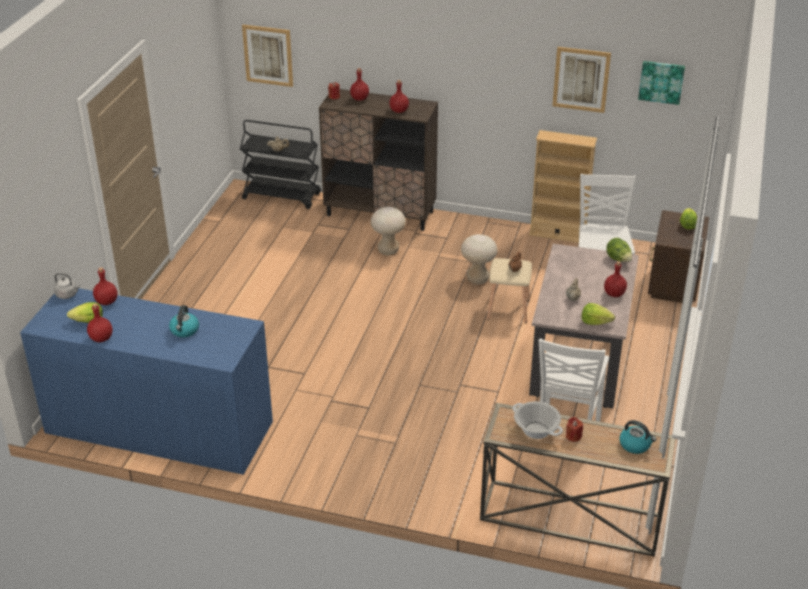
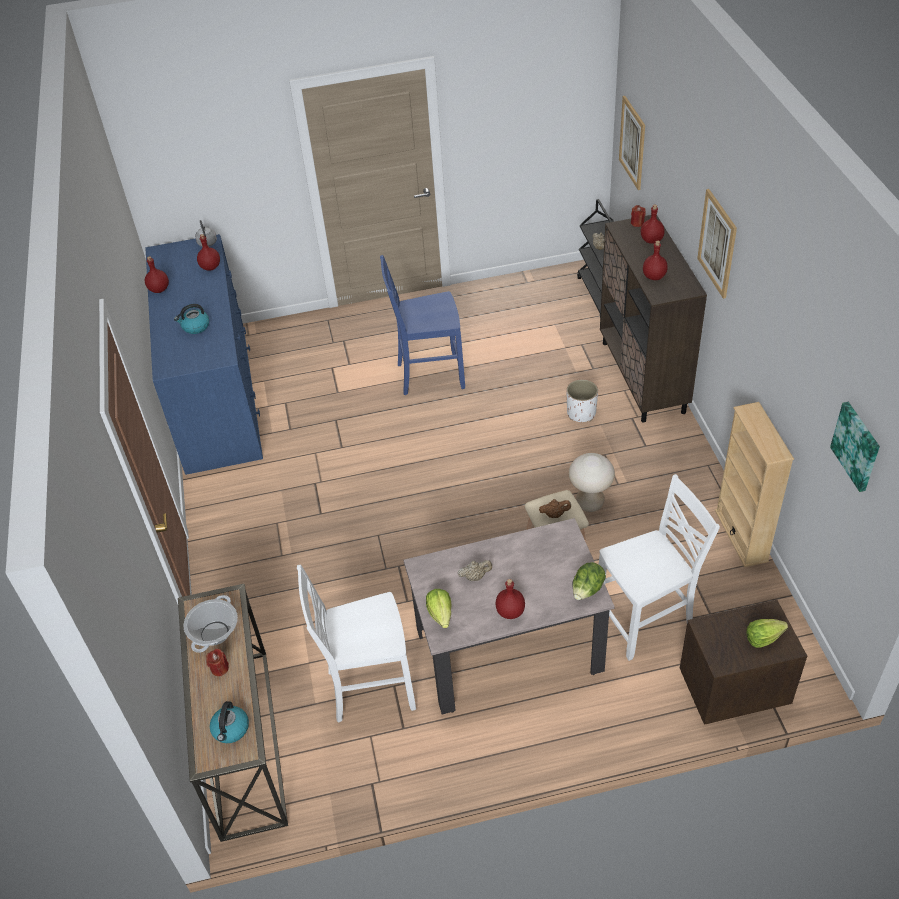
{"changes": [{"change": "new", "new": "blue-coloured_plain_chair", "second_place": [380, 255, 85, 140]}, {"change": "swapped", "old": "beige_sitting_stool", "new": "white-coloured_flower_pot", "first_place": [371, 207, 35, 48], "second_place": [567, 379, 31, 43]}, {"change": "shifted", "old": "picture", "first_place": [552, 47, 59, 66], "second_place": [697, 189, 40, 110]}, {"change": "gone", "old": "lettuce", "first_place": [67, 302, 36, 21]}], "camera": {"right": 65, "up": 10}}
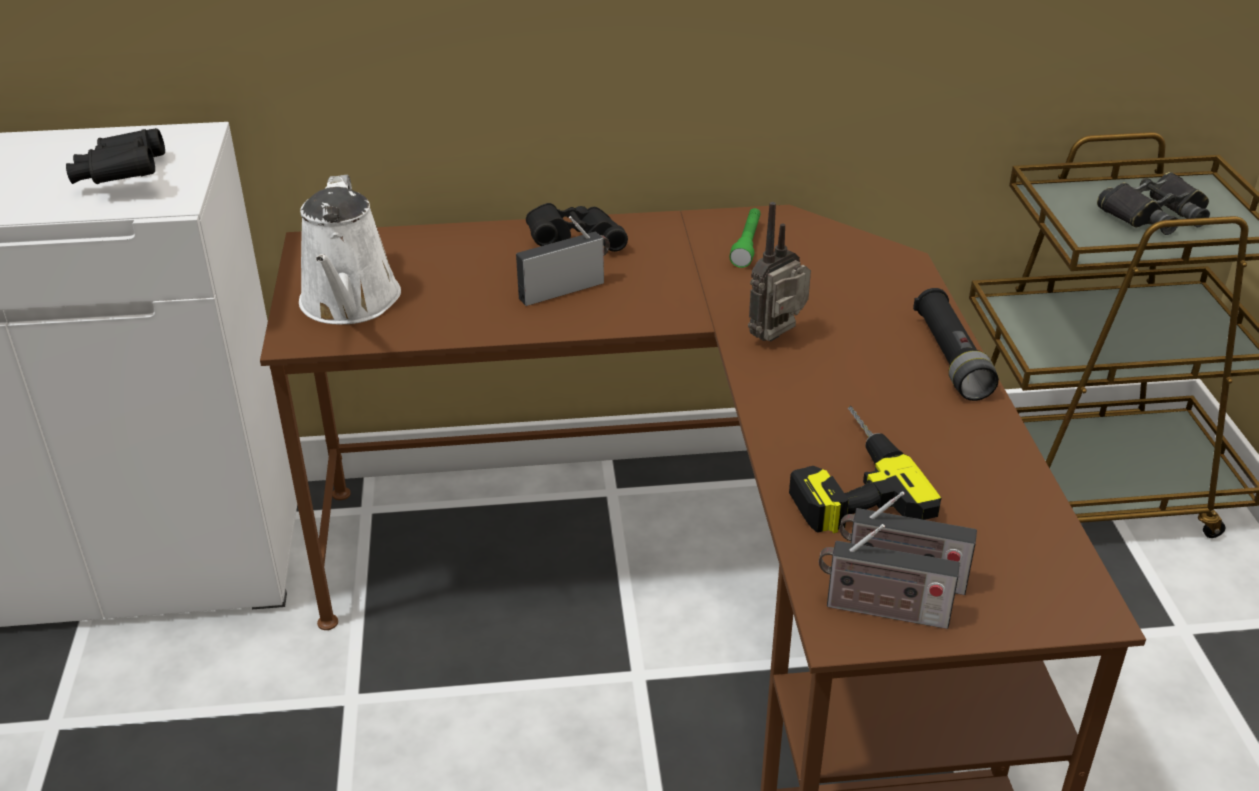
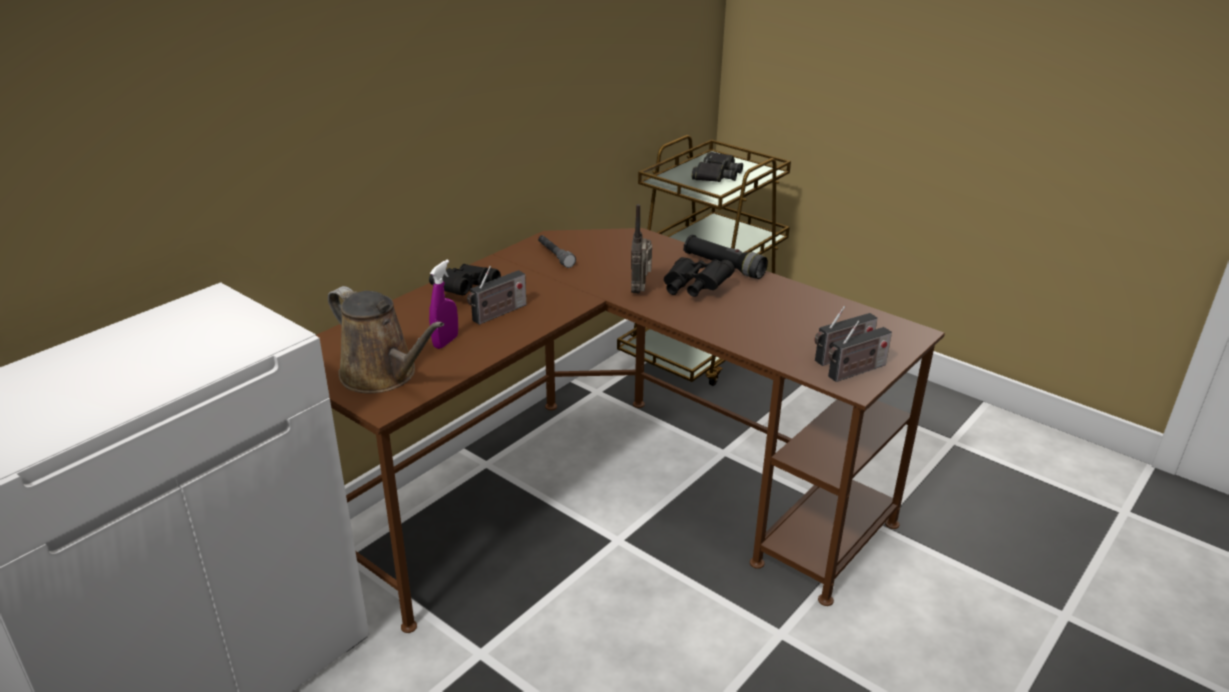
{"changes": [{"change": "repainted", "old": "white-coloured_watering_can", "new": "brown-coloured_watering_can", "first_place": [299, 174, 102, 150], "second_place": [328, 286, 116, 107]}, {"change": "new", "new": "purple_hand_sprayer", "second_place": [429, 260, 29, 89]}, {"change": "rotated", "old": "radio_receiver", "first_place": [516, 216, 94, 90], "second_place": [467, 266, 60, 59], "degrees": -150}, {"change": "repainted", "old": "green_hand_torch", "new": "grey_hand_torch", "first_place": [729, 208, 32, 60], "second_place": [538, 235, 38, 33]}, {"change": "shifted", "old": "blackish_binoculars", "first_place": [66, 128, 99, 56], "second_place": [664, 257, 71, 40]}, {"change": "gone", "old": "drill", "first_place": [789, 406, 152, 128]}], "camera": {"right": -45, "up": -5}}
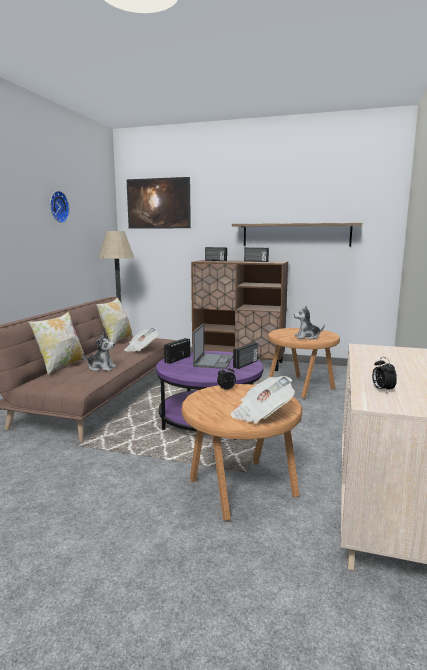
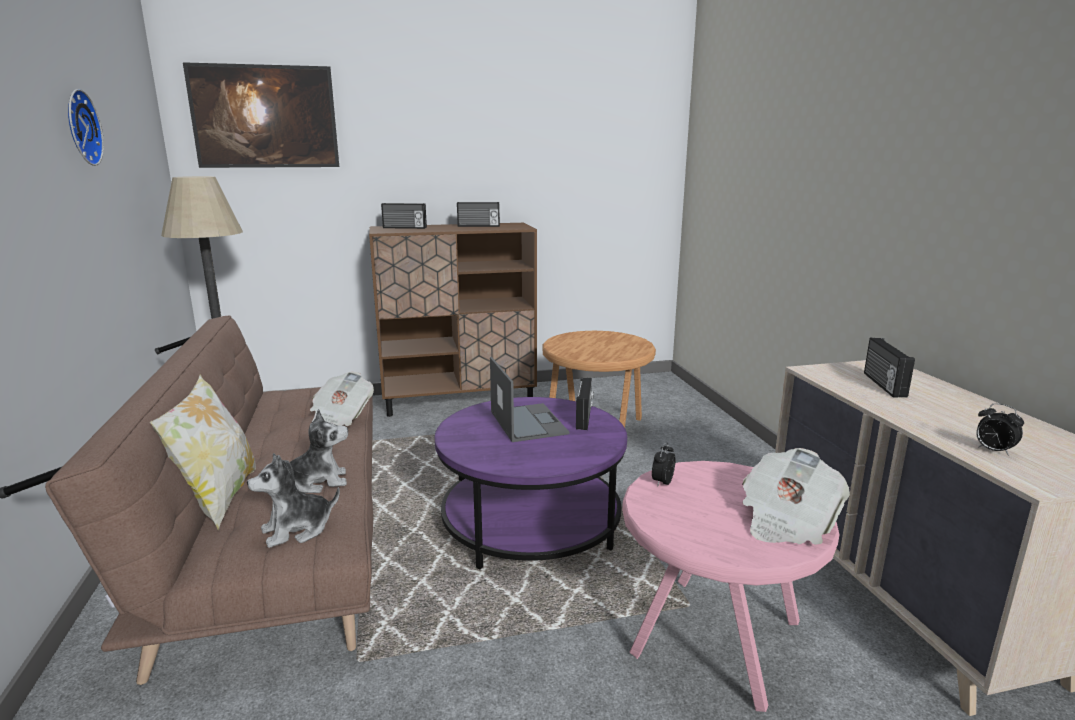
{"changes": [{"change": "shifted", "old": "cuddly_toy", "first_place": [294, 306, 31, 34], "second_place": [247, 453, 93, 95]}, {"change": "repainted", "old": "brown-coloured_side_table", "new": "pink_side_table", "first_place": [182, 384, 120, 137], "second_place": [622, 461, 218, 251]}, {"change": "shifted", "old": "radio_receiver", "first_place": [164, 338, 26, 26], "second_place": [864, 338, 51, 60]}, {"change": "gone", "old": "cushion", "first_place": [96, 297, 37, 46]}, {"change": "gone", "old": "shelf", "first_place": [232, 223, 130, 24]}], "camera": {"right": -30, "up": 5}}
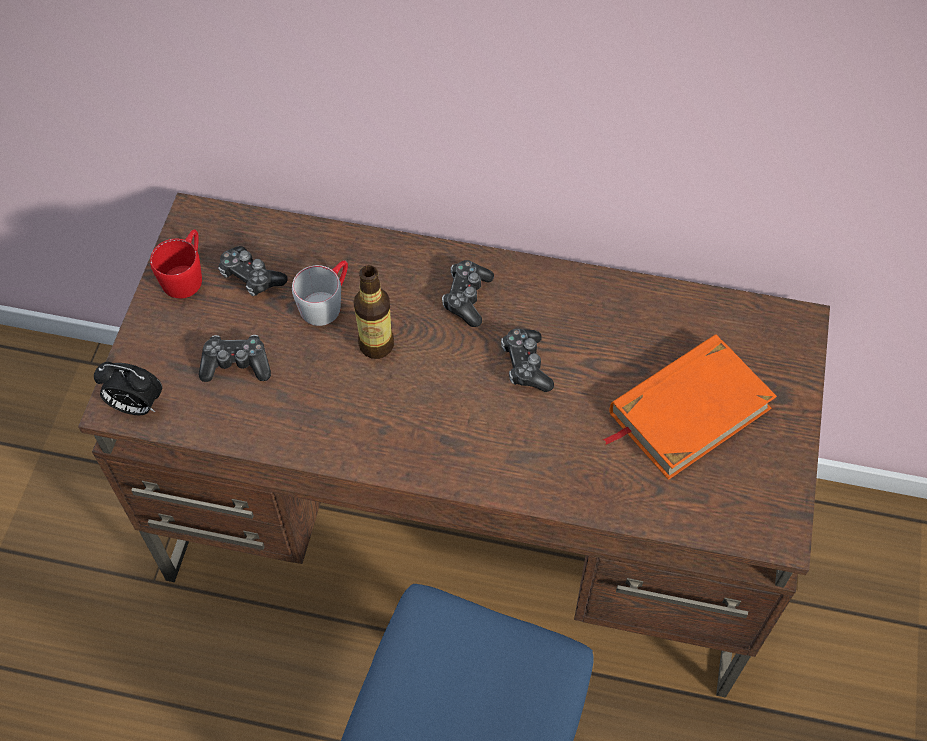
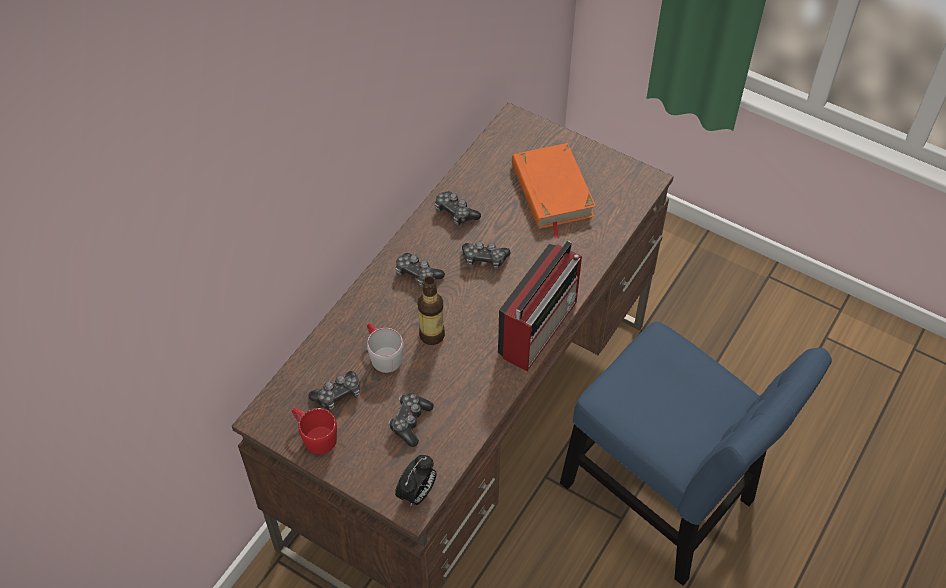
{"changes": [{"change": "new", "new": "joypad", "second_place": [435, 191, 46, 34]}, {"change": "new", "new": "radio_receiver", "second_place": [498, 240, 84, 131]}], "camera": {"right": -70, "up": -5}}
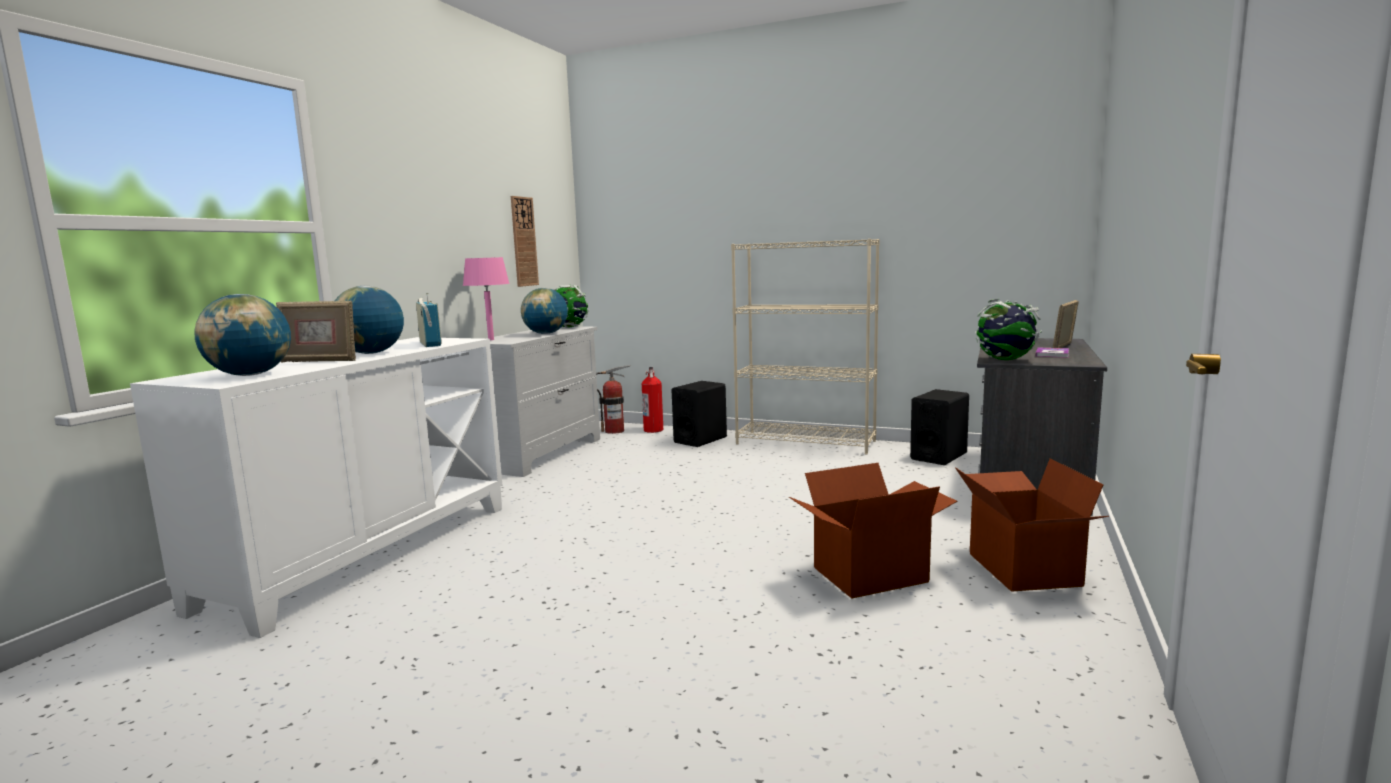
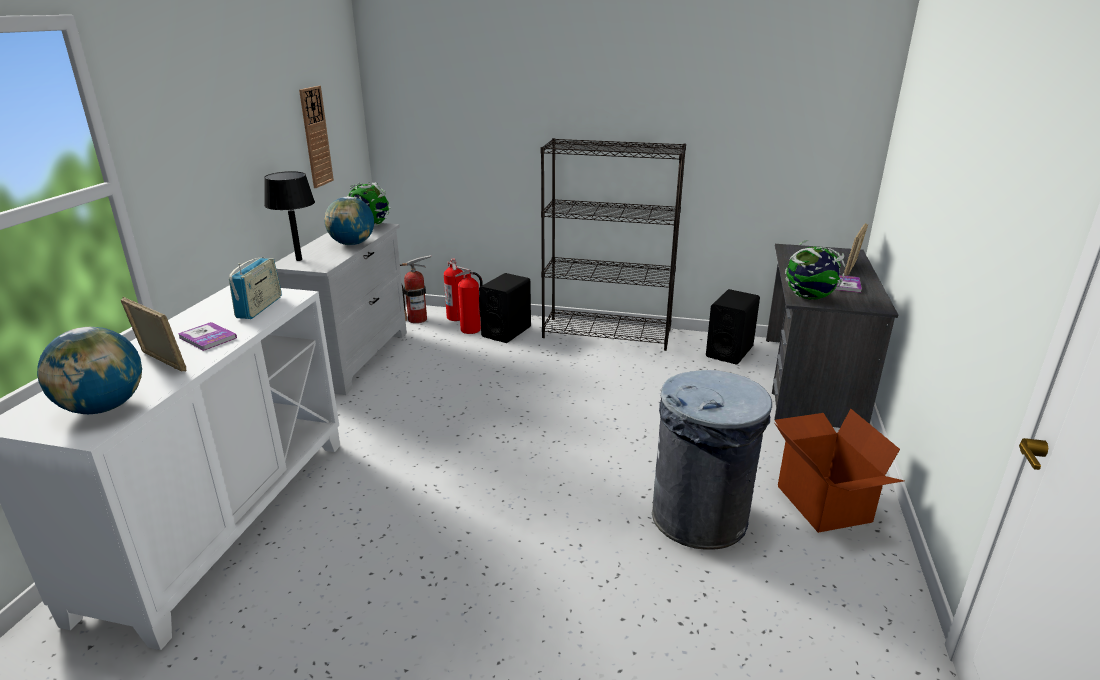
{"changes": [{"change": "rotated", "old": "picture_frame", "first_place": [276, 301, 80, 62], "second_place": [121, 297, 65, 75], "degrees": -135}, {"change": "swapped", "old": "world_globe", "new": "book", "first_place": [335, 286, 69, 68], "second_place": [178, 322, 59, 29]}, {"change": "rotated", "old": "radio_receiver", "first_place": [416, 293, 26, 54], "second_place": [229, 257, 53, 62], "degrees": 45}, {"change": "repainted", "old": "pink_lamp_for_a_table", "new": "blackish_lamp_for_a_table", "first_place": [463, 257, 47, 83], "second_place": [264, 171, 51, 90]}, {"change": "new", "new": "extinguisher", "second_place": [455, 266, 28, 68]}, {"change": "repainted", "old": "beige_bookcase", "new": "blackish_bookcase", "first_place": [731, 239, 149, 216], "second_place": [541, 138, 145, 213]}, {"change": "swapped", "old": "packing_box", "new": "grey_waste_bin", "first_place": [789, 463, 169, 136], "second_place": [652, 370, 120, 180]}], "camera": {"right": -10, "up": 15}}
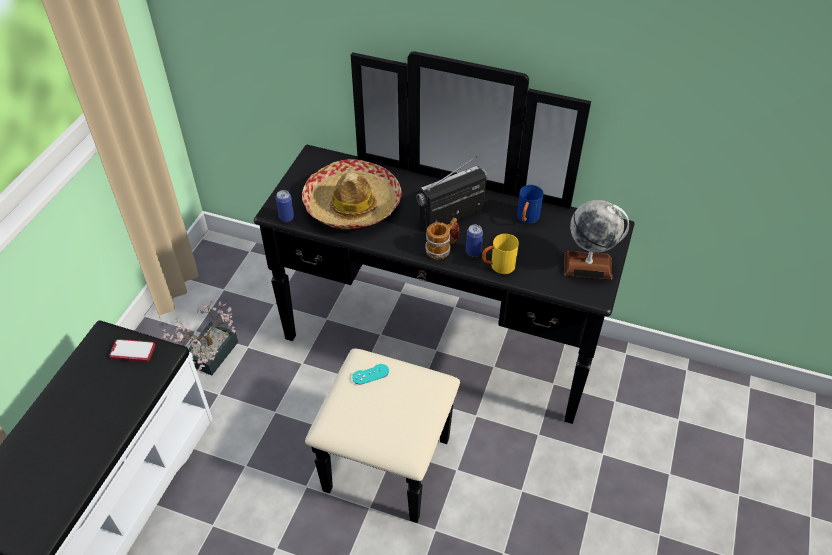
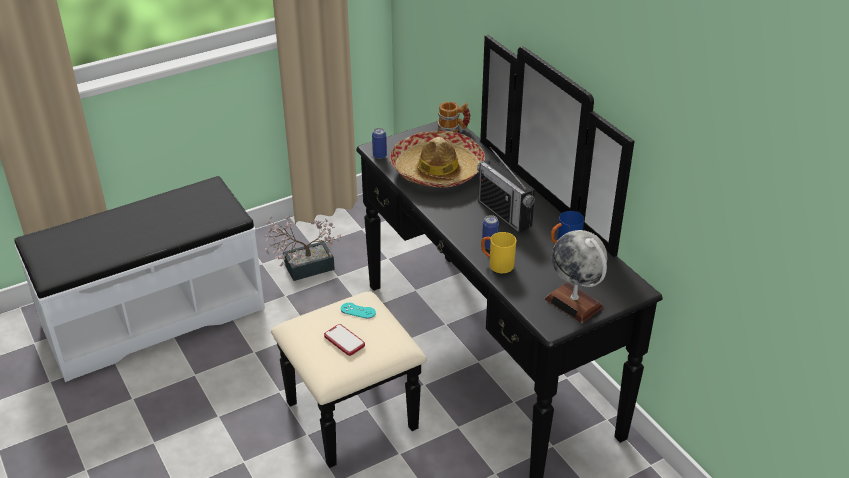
{"changes": [{"change": "shifted", "old": "phone", "first_place": [109, 339, 47, 23], "second_place": [324, 324, 41, 32]}, {"change": "shifted", "old": "tea_mug", "first_place": [425, 218, 34, 41], "second_place": [437, 102, 34, 31]}, {"change": "rotated", "old": "radio_receiver", "first_place": [416, 156, 72, 74], "second_place": [477, 147, 58, 86], "degrees": -135}], "camera": {"right": 40, "up": -10}}
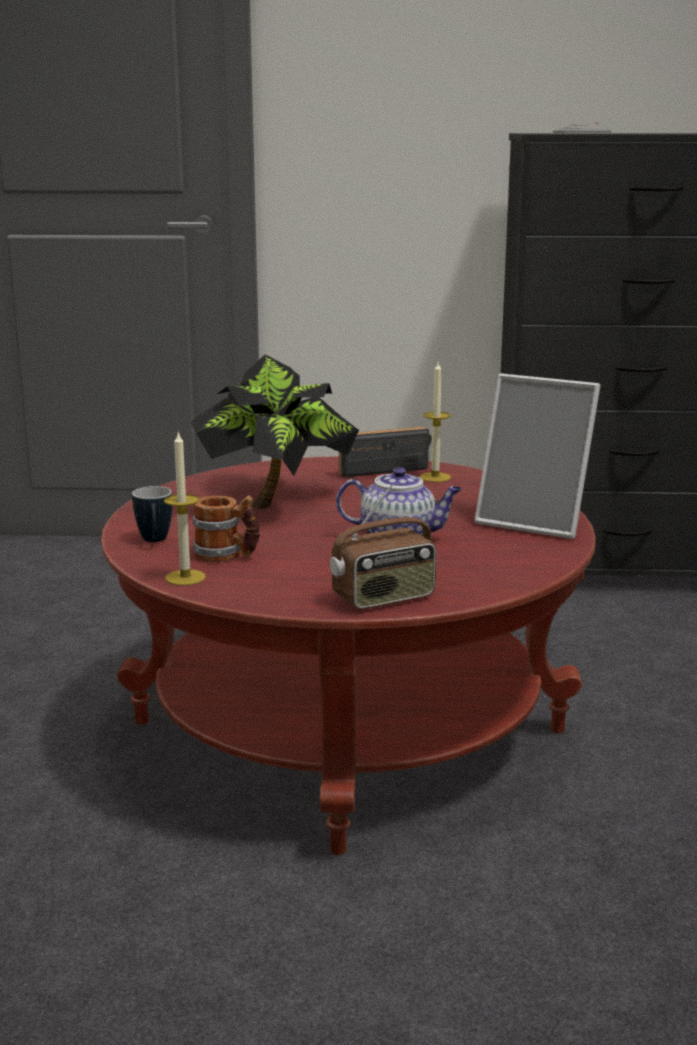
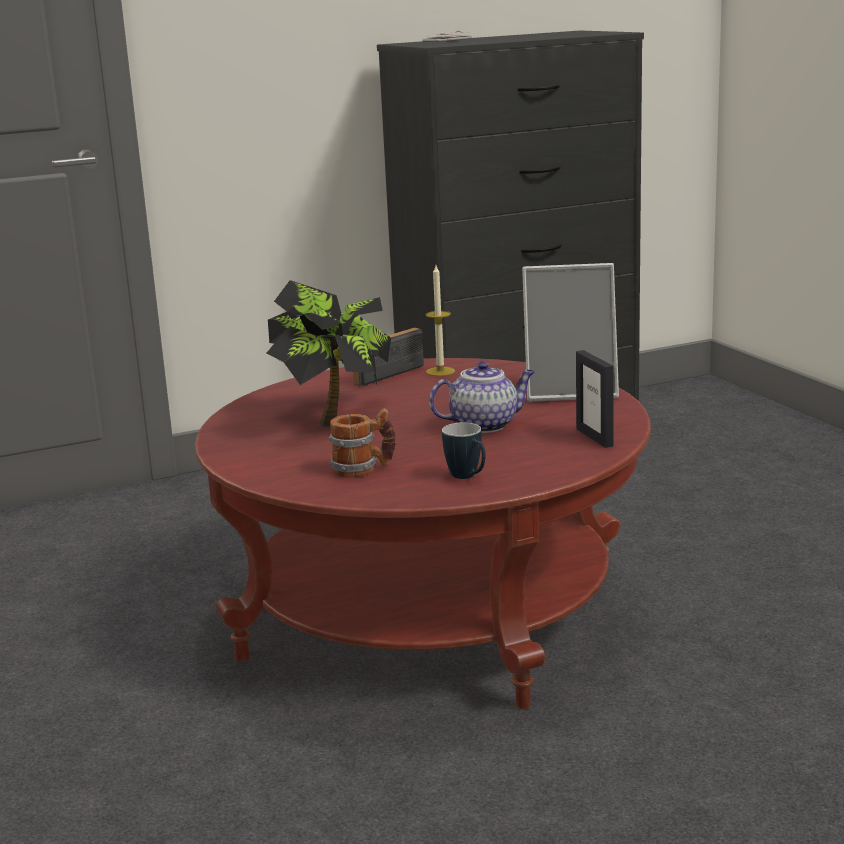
{"changes": [{"change": "shifted", "old": "tea_mug", "first_place": [132, 486, 40, 56], "second_place": [442, 422, 44, 57]}, {"change": "new", "new": "picture_frame", "second_place": [576, 350, 37, 98]}, {"change": "gone", "old": "wax_light", "first_place": [164, 431, 42, 155]}, {"change": "gone", "old": "radio_receiver", "first_place": [330, 484, 106, 125]}], "camera": {"right": -25, "up": 0}}
